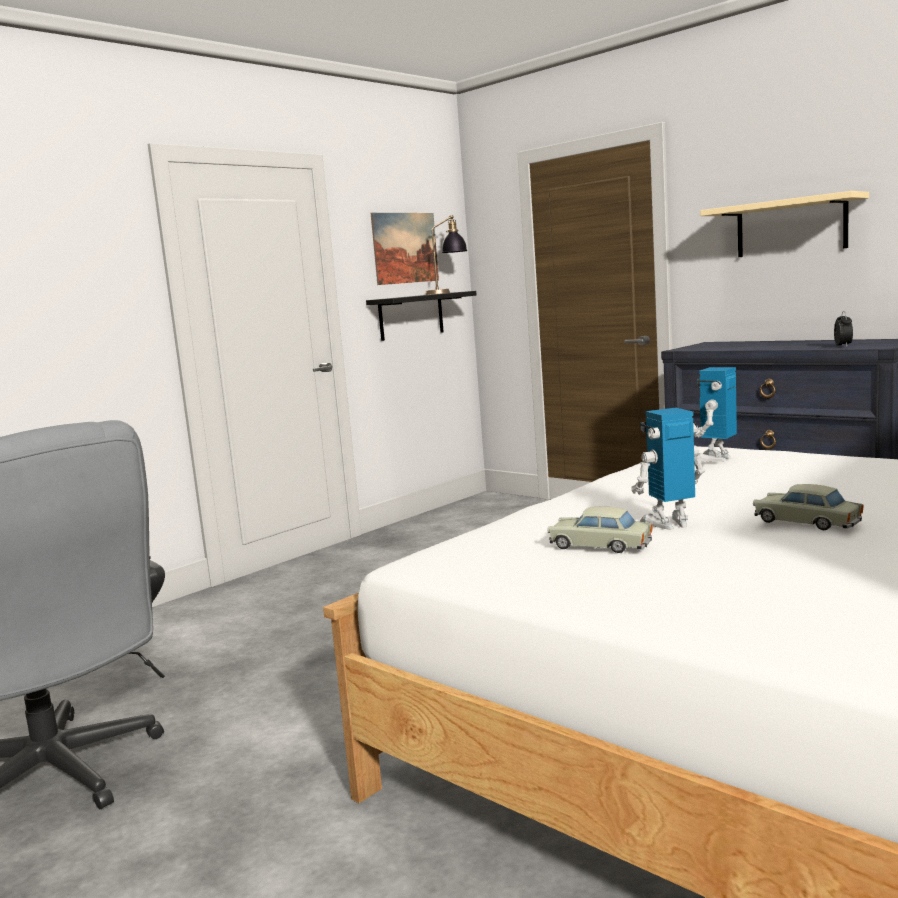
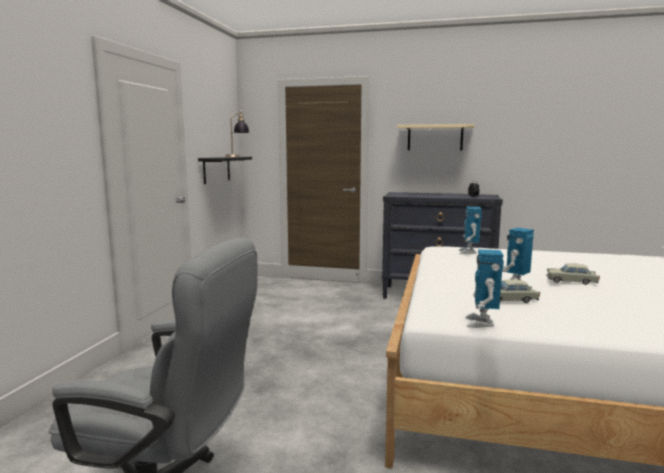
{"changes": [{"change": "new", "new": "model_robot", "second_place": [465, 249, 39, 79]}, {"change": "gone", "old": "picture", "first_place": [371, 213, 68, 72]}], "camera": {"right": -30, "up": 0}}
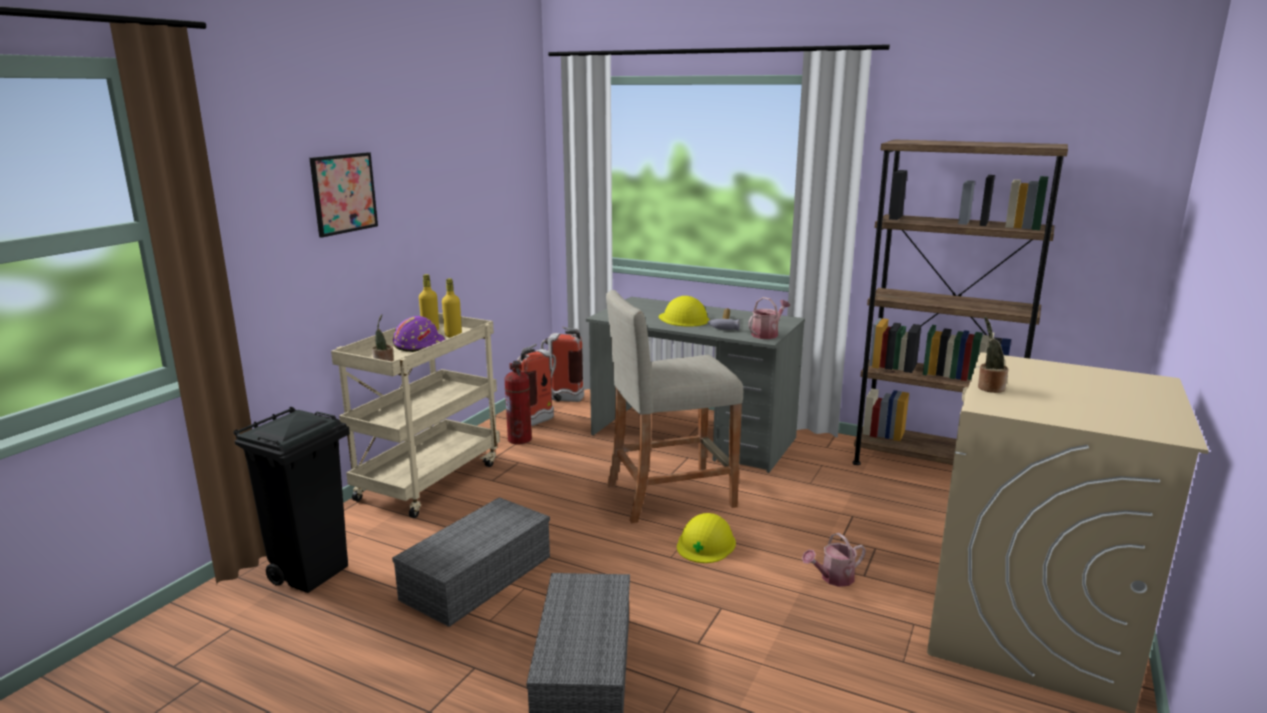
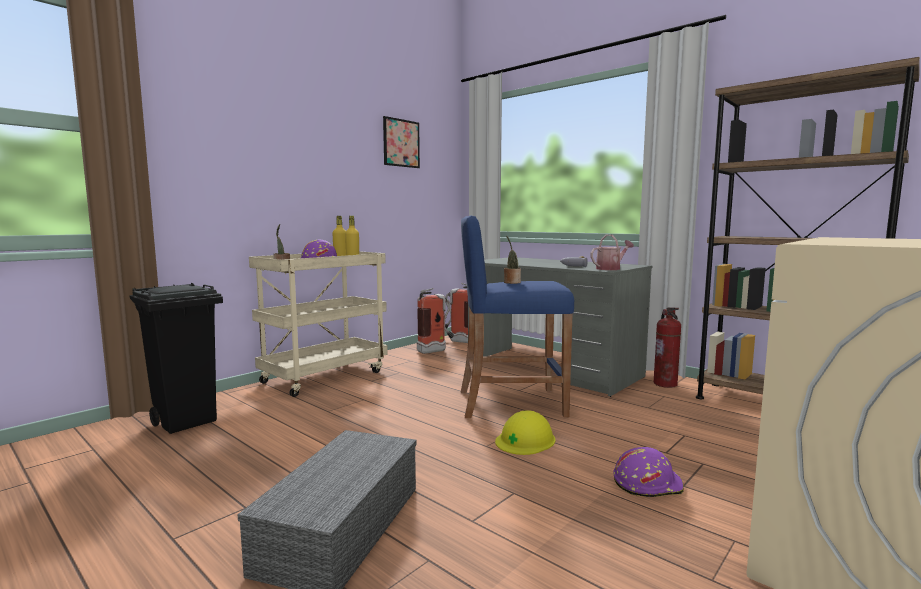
{"changes": [{"change": "shifted", "old": "picture", "first_place": [309, 152, 69, 86], "second_place": [383, 116, 37, 52]}, {"change": "repainted", "old": "beige_sitting_stool", "new": "blue-coloured_sitting_stool", "first_place": [606, 290, 137, 234], "second_place": [461, 216, 113, 202]}, {"change": "shifted", "old": "houseplant", "first_place": [978, 317, 31, 76], "second_place": [504, 236, 17, 48]}, {"change": "swapped", "old": "watering_can", "new": "purple_safety_helmet", "first_place": [802, 533, 64, 54], "second_place": [613, 447, 71, 50]}, {"change": "shifted", "old": "extinguisher", "first_place": [505, 360, 27, 84], "second_place": [653, 307, 28, 81]}, {"change": "gone", "old": "grey_storage_bin", "first_place": [392, 497, 158, 130]}, {"change": "gone", "old": "yellow_safety_helmet", "first_place": [659, 296, 51, 31]}], "camera": {"right": 15, "up": -10}}
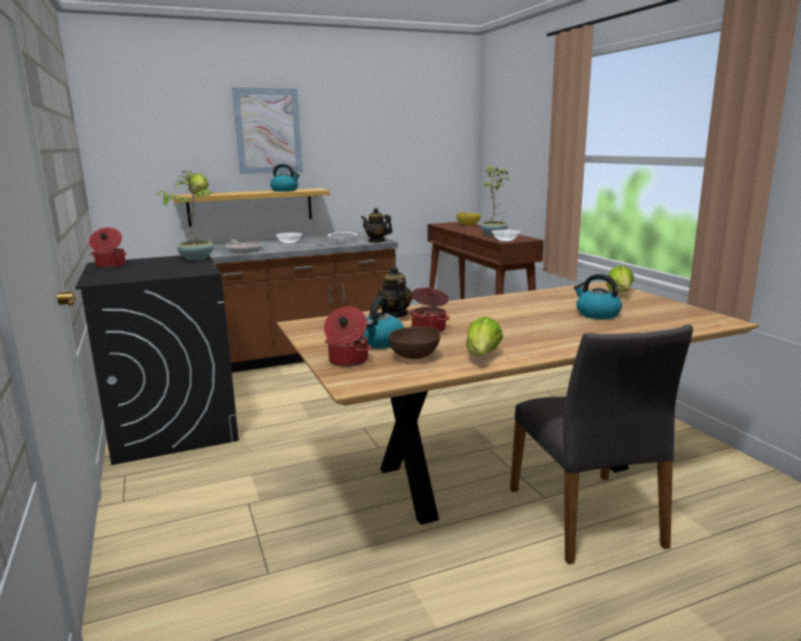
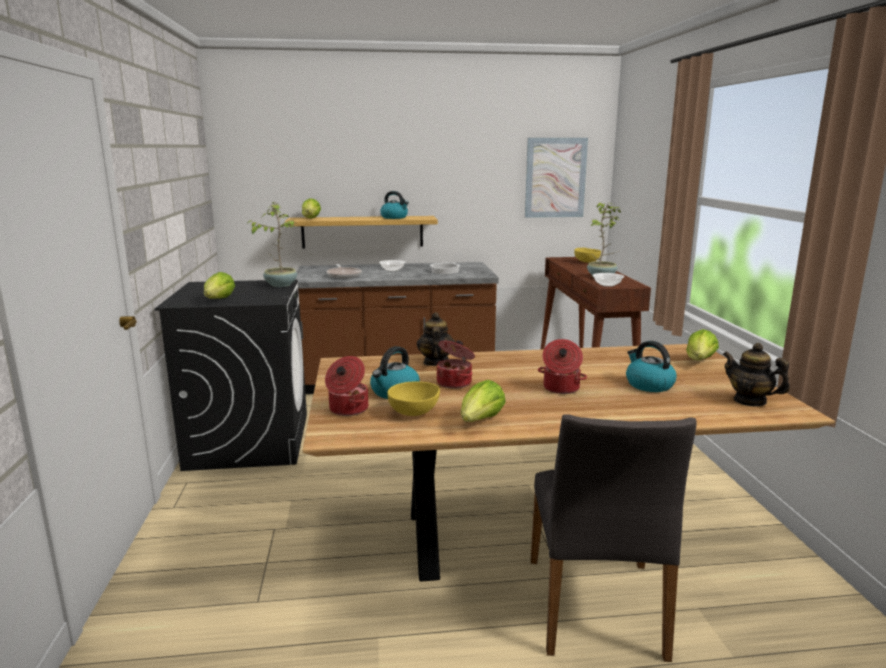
{"changes": [{"change": "new", "new": "lettuce", "second_place": [204, 272, 31, 27]}, {"change": "repainted", "old": "brown-coloured_bowl", "new": "yellow_bowl", "first_place": [389, 327, 51, 32], "second_place": [387, 381, 53, 35]}, {"change": "shifted", "old": "picture", "first_place": [232, 88, 71, 86], "second_place": [525, 138, 63, 80]}, {"change": "shifted", "old": "saucepot", "first_place": [89, 228, 38, 40], "second_place": [538, 339, 49, 55]}, {"change": "shifted", "old": "tea_pot", "first_place": [361, 208, 32, 35], "second_place": [723, 343, 67, 64]}], "camera": {"right": 15, "up": 0}}
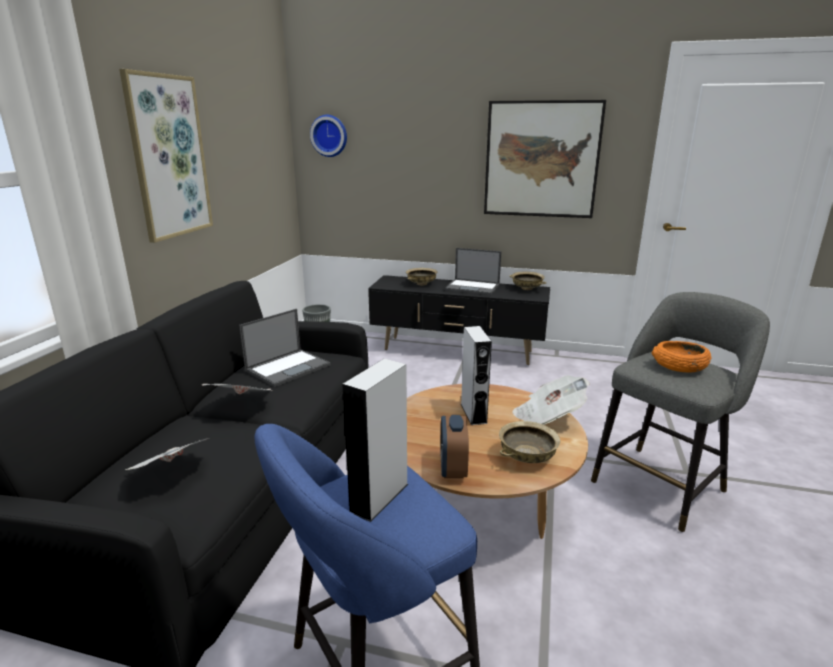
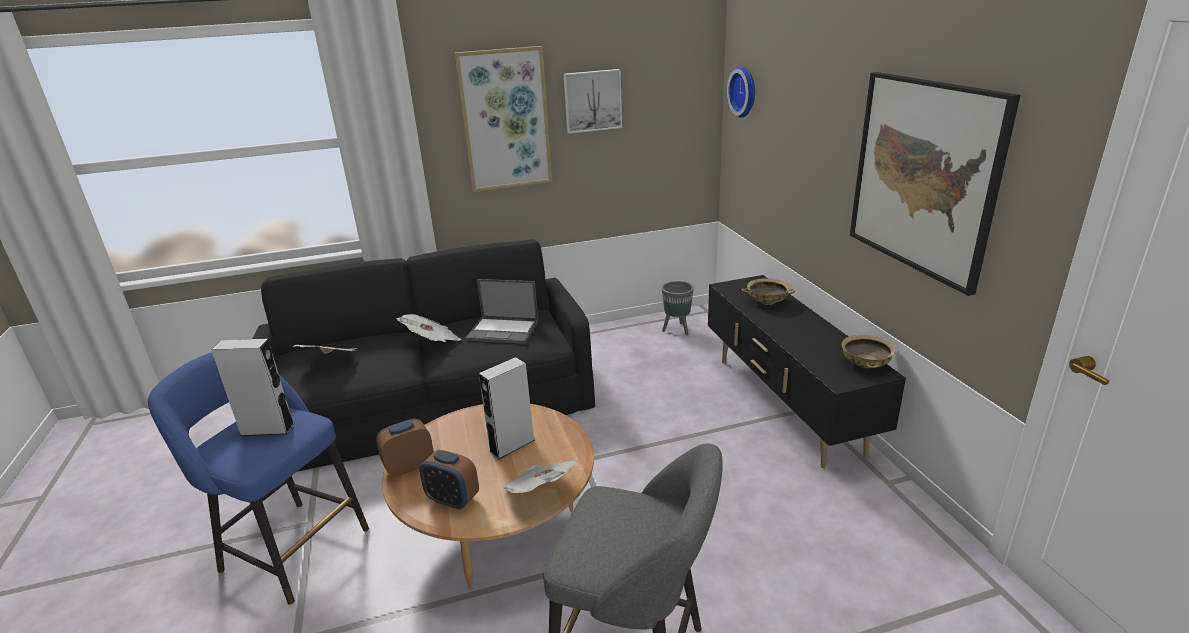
{"changes": [{"change": "swapped", "old": "beige_bowl", "new": "table_clock", "first_place": [499, 421, 61, 42], "second_place": [419, 449, 60, 61]}, {"change": "new", "new": "picture", "second_place": [564, 69, 58, 65]}, {"change": "gone", "old": "notebook_computer", "first_place": [444, 248, 57, 47]}, {"change": "gone", "old": "orangey_bowl", "first_place": [652, 341, 60, 32]}], "camera": {"right": 60, "up": 5}}
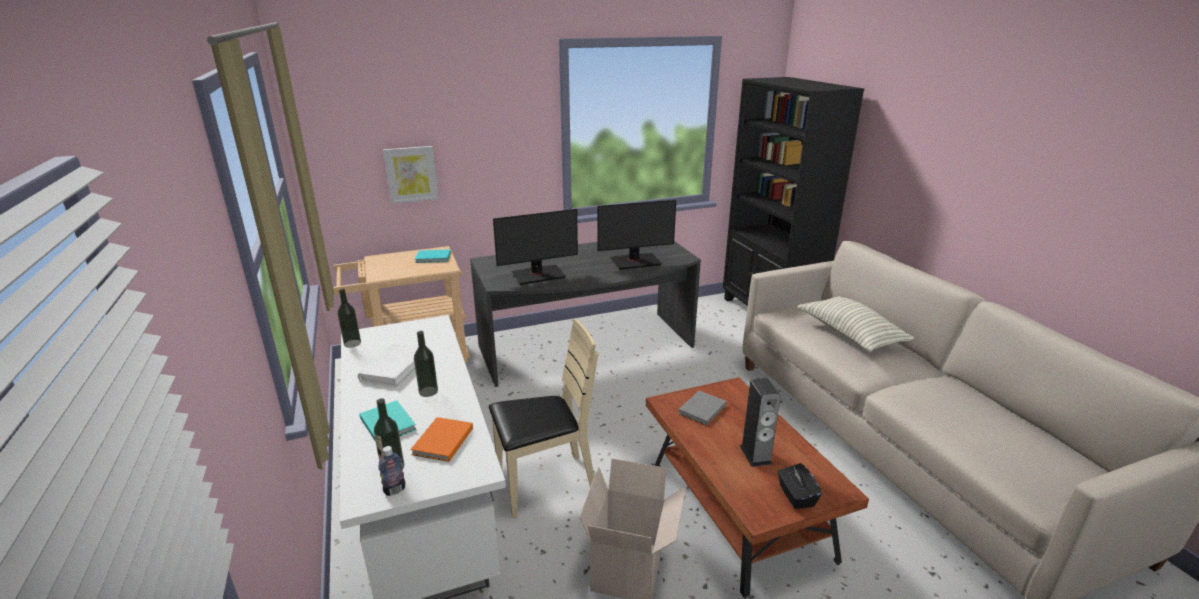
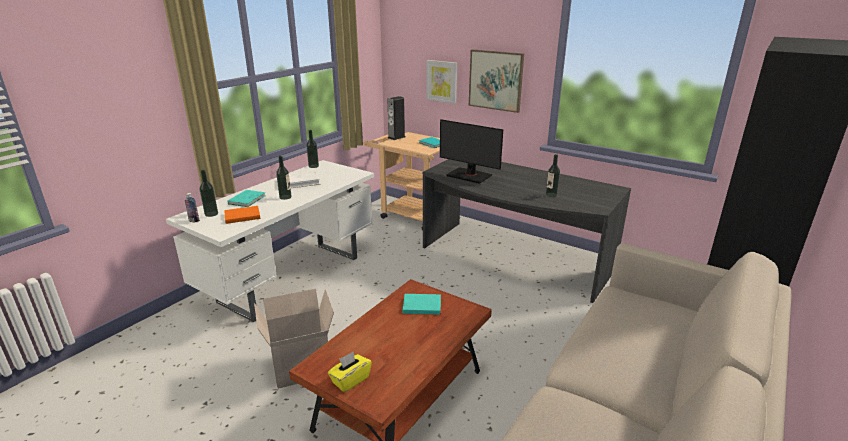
{"changes": [{"change": "repainted", "old": "blackish_tissue_holder", "new": "yellow_tissue_holder", "first_place": [778, 463, 44, 46], "second_place": [328, 351, 44, 41]}, {"change": "shifted", "old": "audio_speaker", "first_place": [740, 378, 41, 89], "second_place": [388, 96, 18, 44]}, {"change": "repainted", "old": "grey_book", "new": "turquoise-coloured_book", "first_place": [678, 391, 49, 34], "second_place": [403, 294, 38, 21]}, {"change": "new", "new": "picture", "second_place": [469, 49, 55, 64]}, {"change": "swapped", "old": "computer_screen", "new": "beverage_bottle", "first_place": [598, 200, 78, 70], "second_place": [546, 154, 14, 43]}, {"change": "gone", "old": "beige_plain_chair", "first_place": [489, 319, 109, 199]}, {"change": "gone", "old": "cushion", "first_place": [797, 296, 117, 56]}], "camera": {"right": 55, "up": 0}}
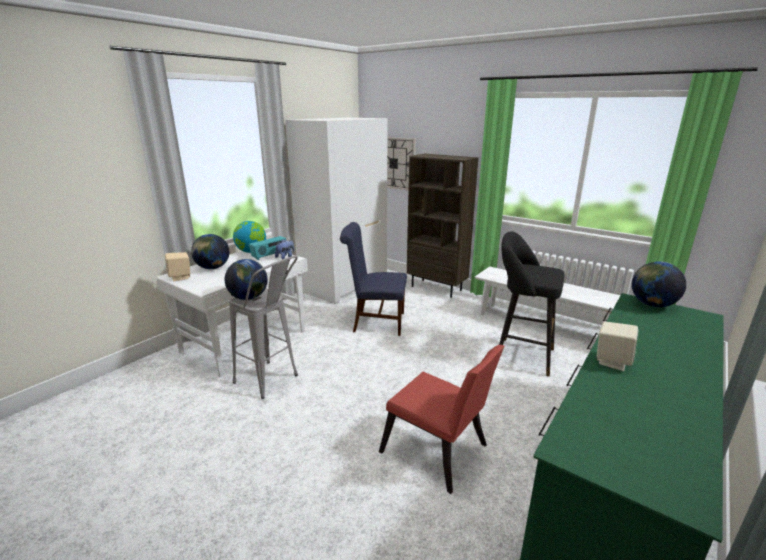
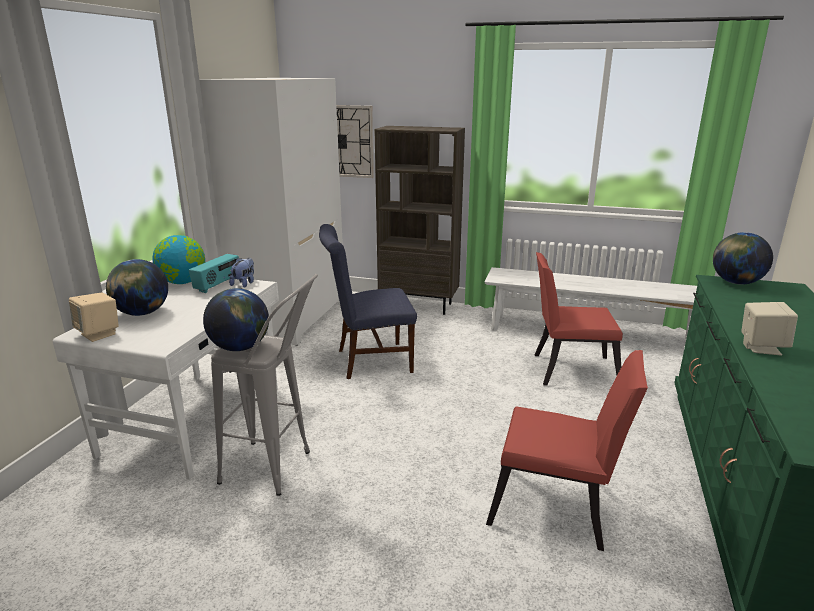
{"changes": [{"change": "swapped", "old": "blackish_sitting_stool", "new": "red_plain_chair", "first_place": [499, 231, 65, 145], "second_place": [535, 252, 88, 133]}], "camera": {"right": -20, "up": 0}}
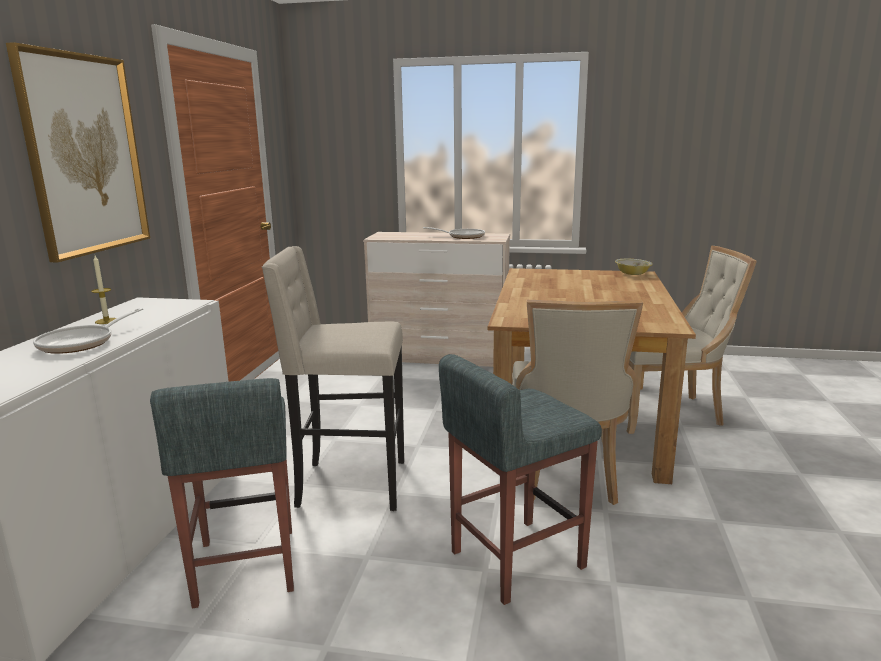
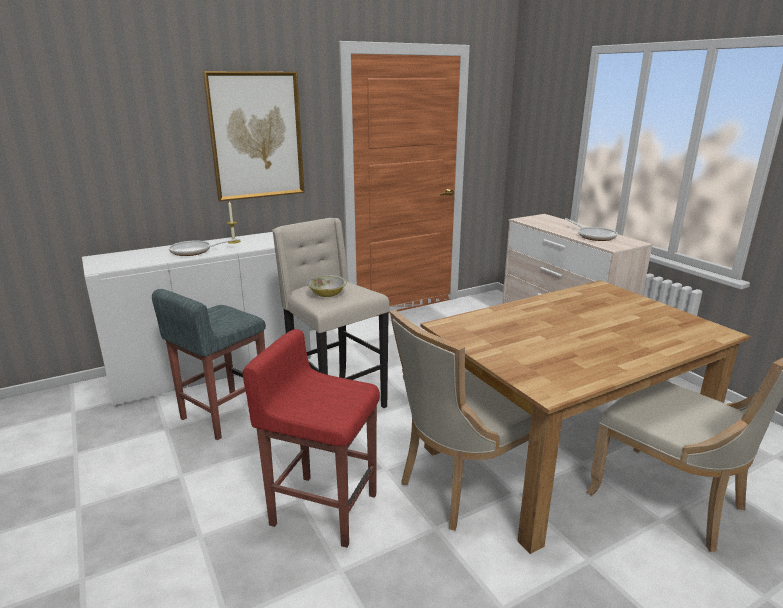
{"changes": [{"change": "repainted", "old": "grey_sitting_stool", "new": "red_sitting_stool", "first_place": [439, 354, 163, 251], "second_place": [243, 329, 137, 219]}, {"change": "shifted", "old": "bowl", "first_place": [615, 259, 38, 16], "second_place": [307, 275, 40, 22]}], "camera": {"right": 50, "up": 5}}
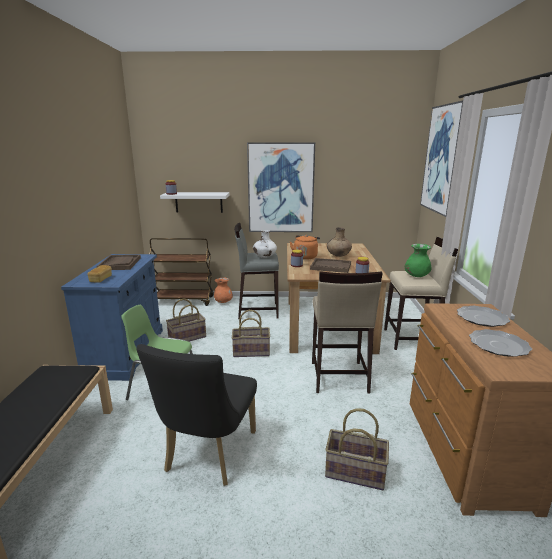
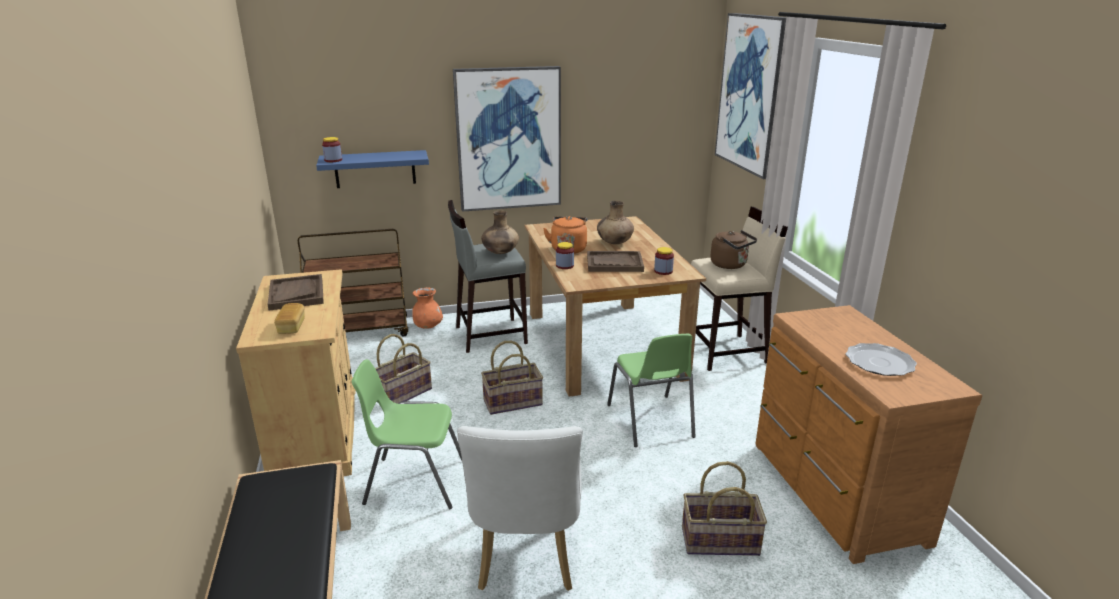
{"changes": [{"change": "repainted", "old": "blue-coloured_cupboard", "new": "beige_cupboard", "first_place": [61, 254, 102, 127], "second_place": [236, 269, 120, 207]}, {"change": "repainted", "old": "white-coloured_shelf", "new": "blue-coloured_shelf", "first_place": [160, 192, 70, 21], "second_place": [316, 150, 113, 38]}, {"change": "repainted", "old": "blackish_plain_chair", "new": "white-coloured_plain_chair", "first_place": [136, 344, 121, 142], "second_place": [457, 426, 125, 165]}, {"change": "repainted", "old": "white-coloured_flower_vase", "new": "brown-coloured_flower_vase", "first_place": [253, 230, 24, 28], "second_place": [481, 211, 38, 43]}, {"change": "swapped", "old": "beige_sitting_stool", "new": "green_plain_chair", "first_place": [312, 271, 71, 122], "second_place": [607, 334, 88, 113]}, {"change": "swapped", "old": "green_flower_vase", "new": "brown-coloured_kettle", "first_place": [405, 244, 27, 33], "second_place": [710, 230, 47, 39]}, {"change": "gone", "old": "dinner_plate", "first_place": [457, 306, 53, 21]}], "camera": {"right": -15, "up": 5}}
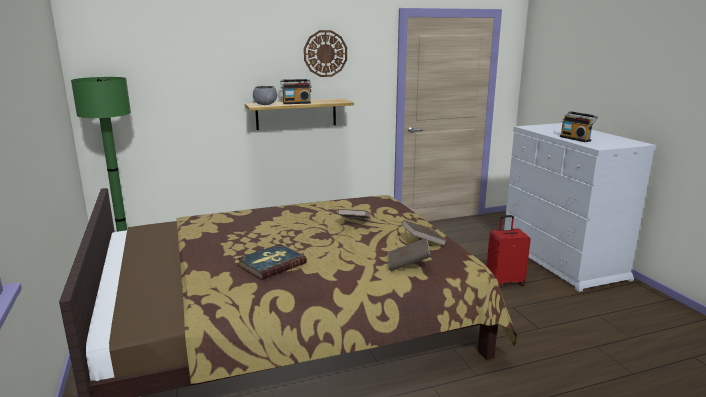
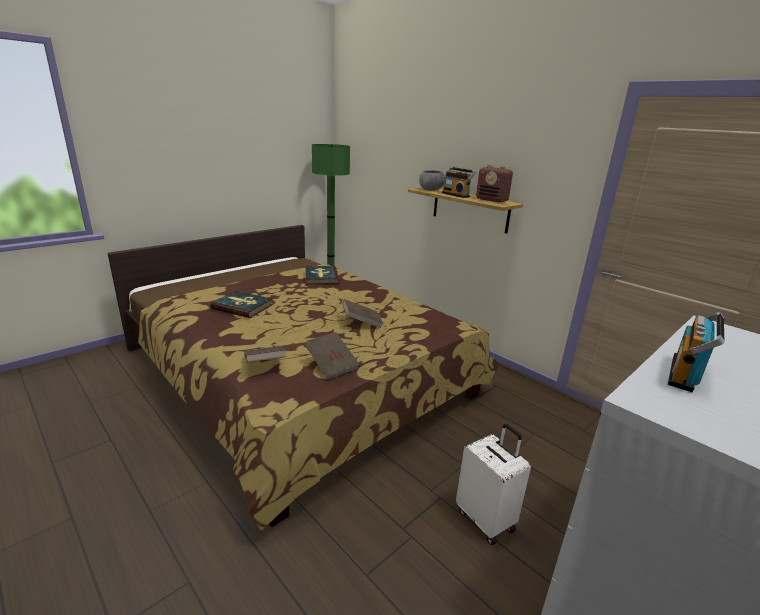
{"changes": [{"change": "new", "new": "book", "second_place": [306, 266, 33, 18]}, {"change": "repainted", "old": "red_travel_case", "new": "white-coloured_travel_case", "first_place": [487, 215, 44, 72], "second_place": [456, 424, 75, 121]}, {"change": "new", "new": "radio_receiver", "second_place": [476, 165, 37, 37]}, {"change": "gone", "old": "clock_on_the_wall", "first_place": [304, 30, 43, 47]}], "camera": {"right": 65, "up": 5}}
